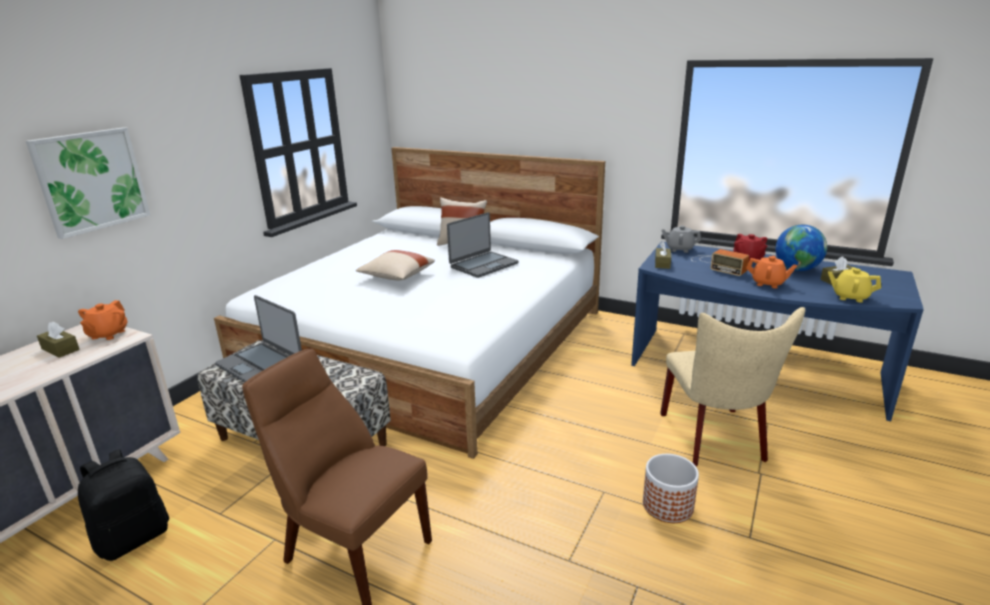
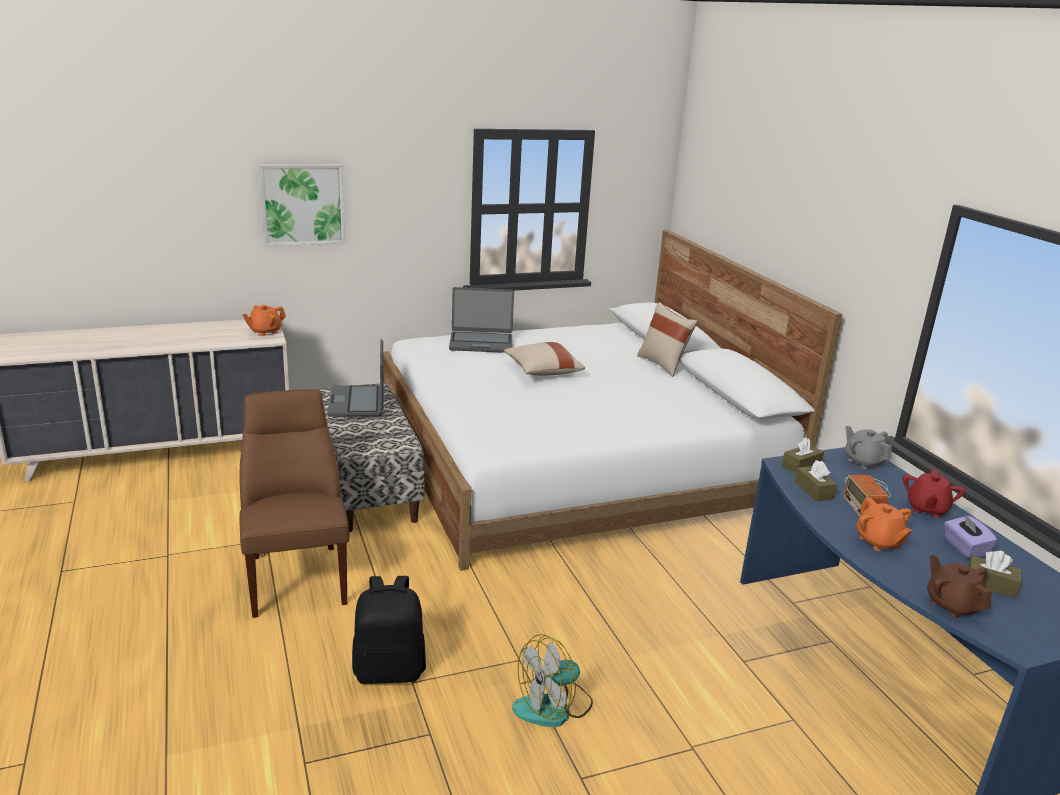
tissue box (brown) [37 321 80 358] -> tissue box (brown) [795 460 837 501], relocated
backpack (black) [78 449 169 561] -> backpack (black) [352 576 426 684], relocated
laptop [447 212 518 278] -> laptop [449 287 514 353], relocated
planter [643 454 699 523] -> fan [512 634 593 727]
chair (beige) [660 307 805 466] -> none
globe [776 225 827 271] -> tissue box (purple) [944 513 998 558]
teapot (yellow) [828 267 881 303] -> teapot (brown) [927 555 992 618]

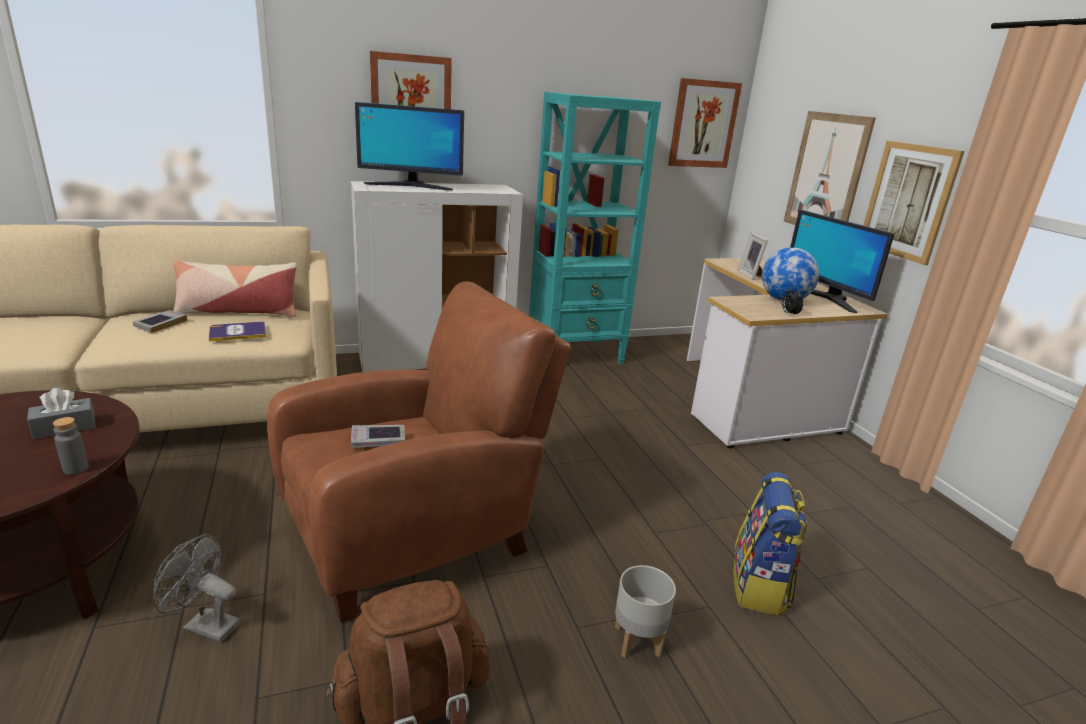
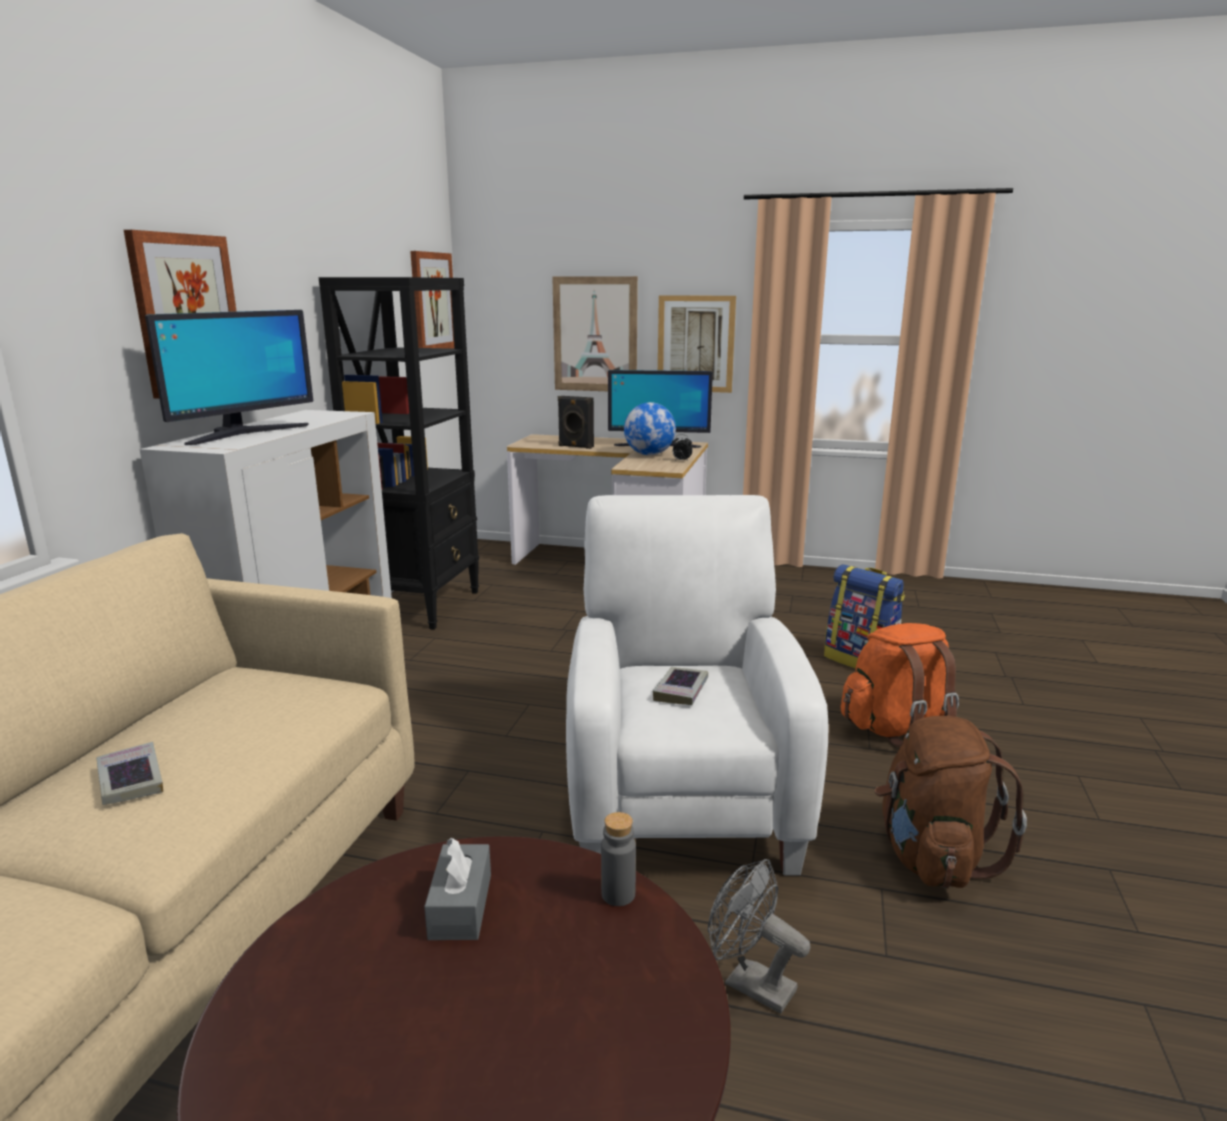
fan (grey) [153 534 241 643] -> fan (grey) [708 859 810 1014], 75 degrees clockwise
pillow [173 261 297 317] -> none
book [209 322 266 342] -> none
armchair (brown) [267 281 571 623] -> armchair (white) [566 495 828 876]
bookcase (turquoise) [529 92 661 364] -> bookcase (black) [319 277 479 630]
planter (grey) [615 565 676 658] -> backpack (orange) [841 623 959 747]
picture frame [738 233 768 280] -> speaker (black) [558 396 594 449]

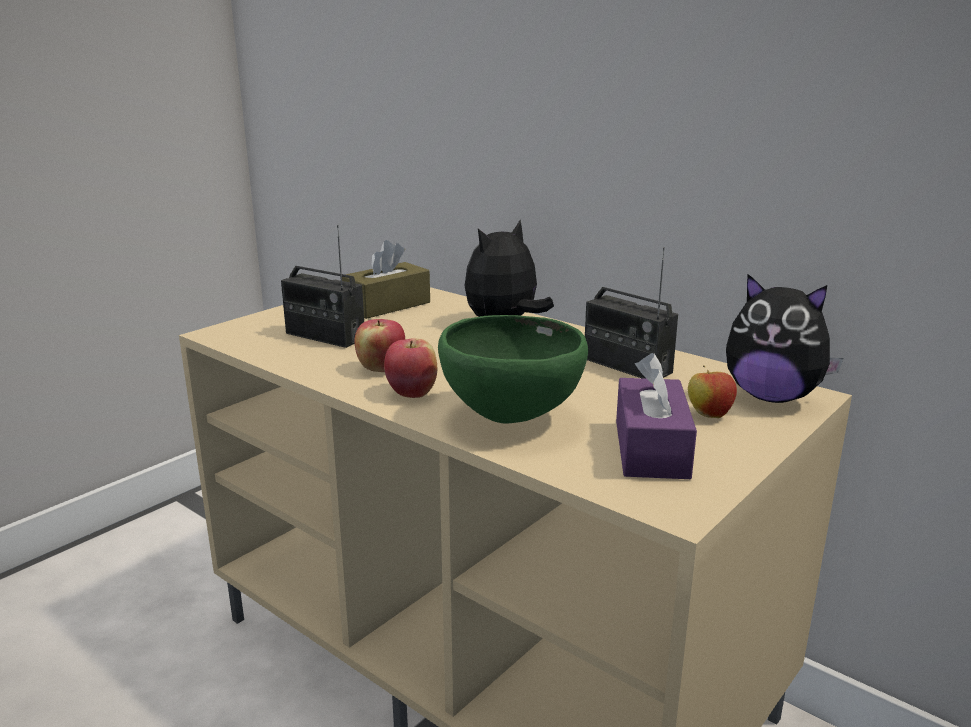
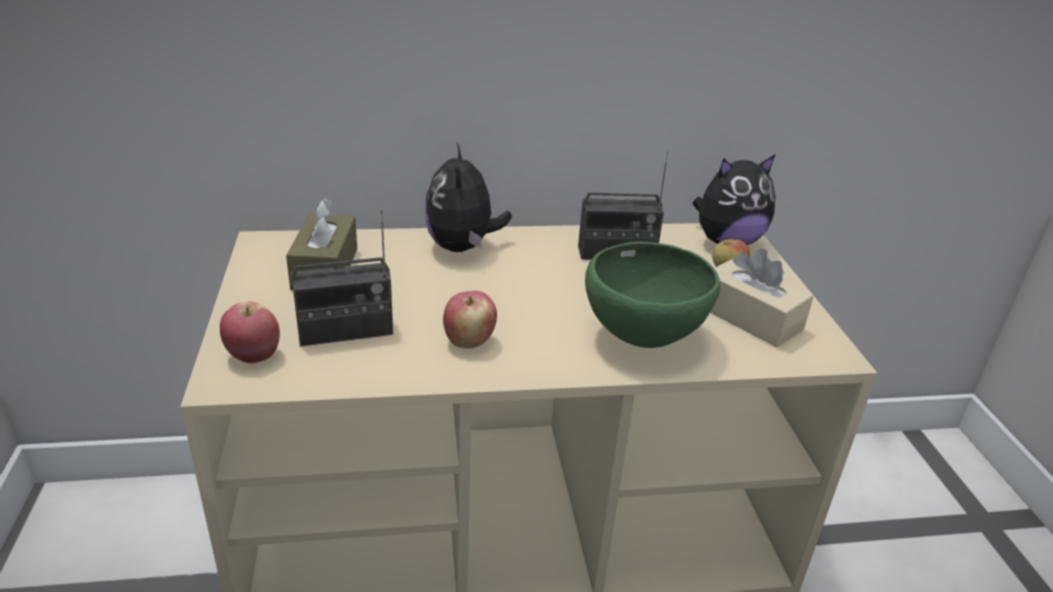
apple [384 338 437 398] -> apple [220 301 280 363], relocated
tissue box (purple) [616 353 697 479] -> tissue box (beige) [710 249 814 347]

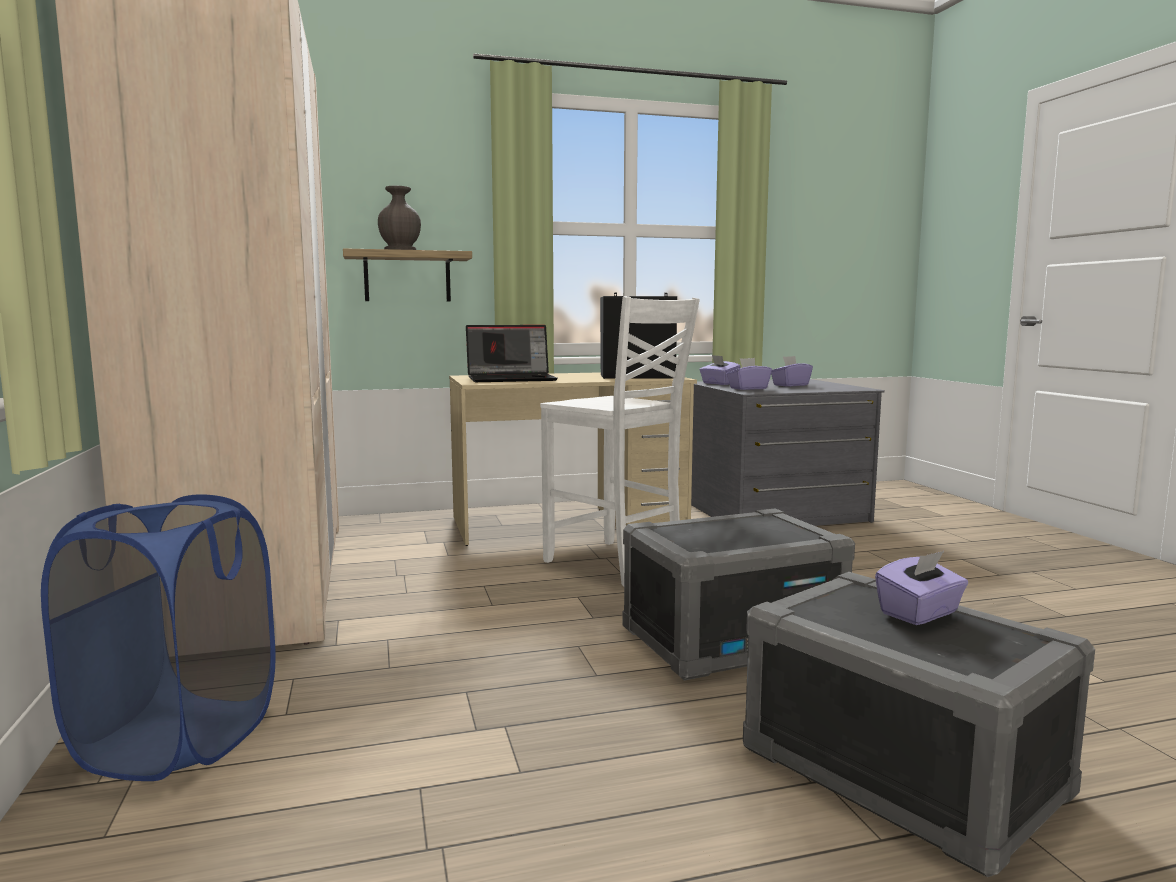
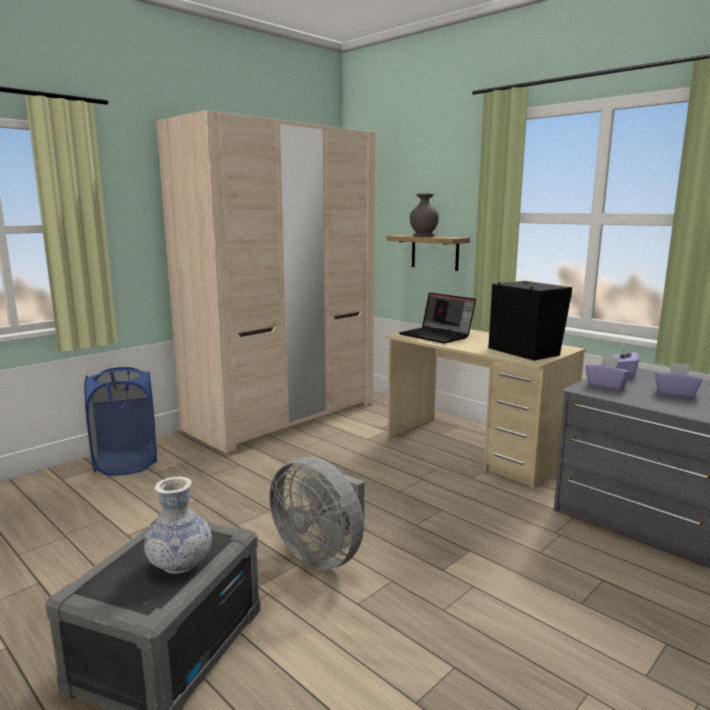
chair (white) [540 296 700 586] -> none
storage box (grey) [622 508 855 680] -> fan (grey) [269 457 364 570]
tissue box (purple) [875 551 968 625] -> vase [144 477 212 574]

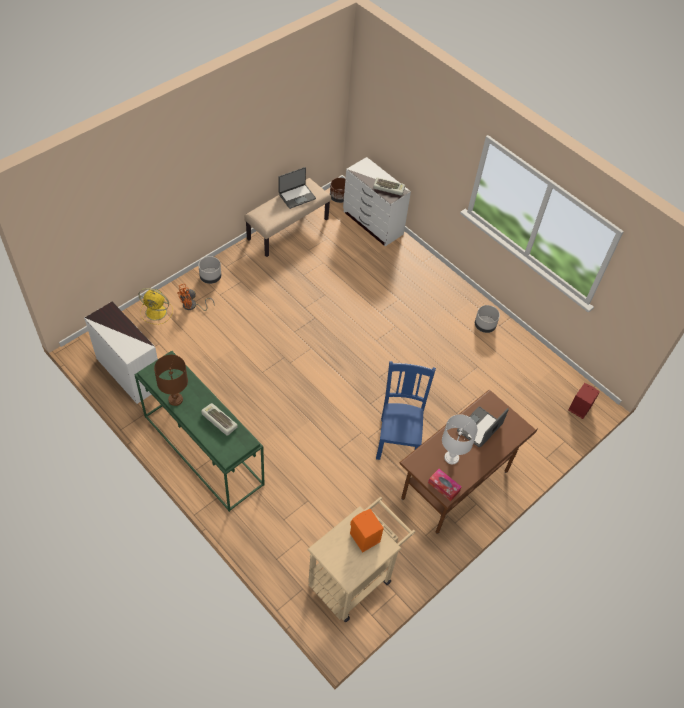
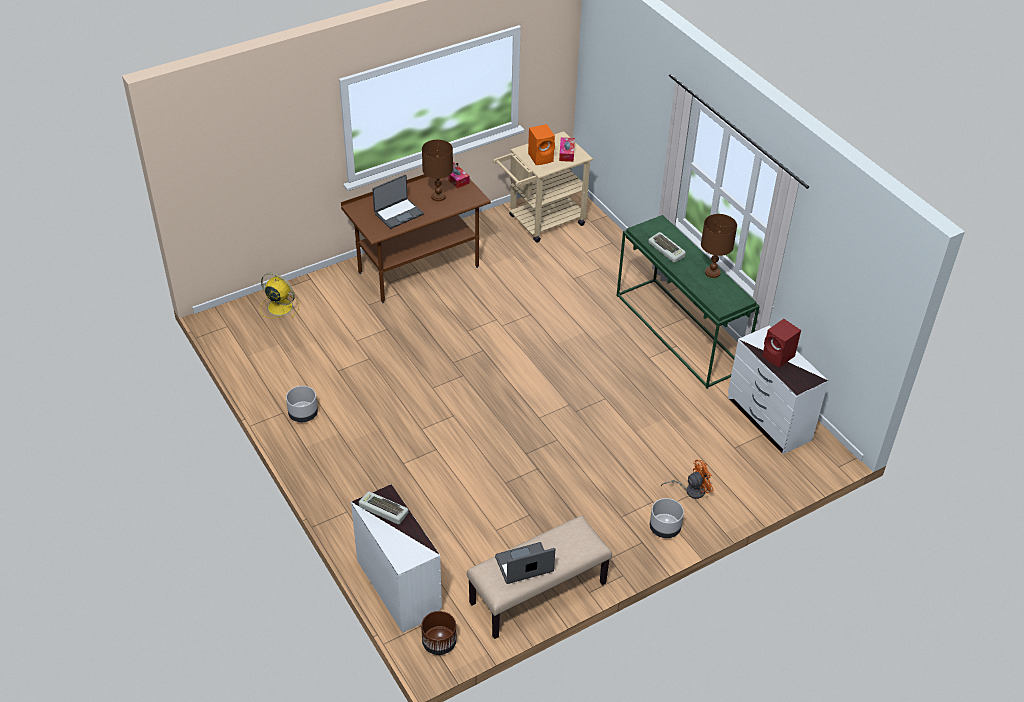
fan (yellow) [138 288 173 324] -> fan (yellow) [260 273 299 318], relocated
chair (blue) [376 361 436 460] -> none
table lamp (white) [442 415 478 464] -> table lamp (brown) [422 140 453 201]
speaker (red) [568 383 599 419] -> speaker (red) [762 319 801 368], relocated
none -> tissue box [559 137 575 162]

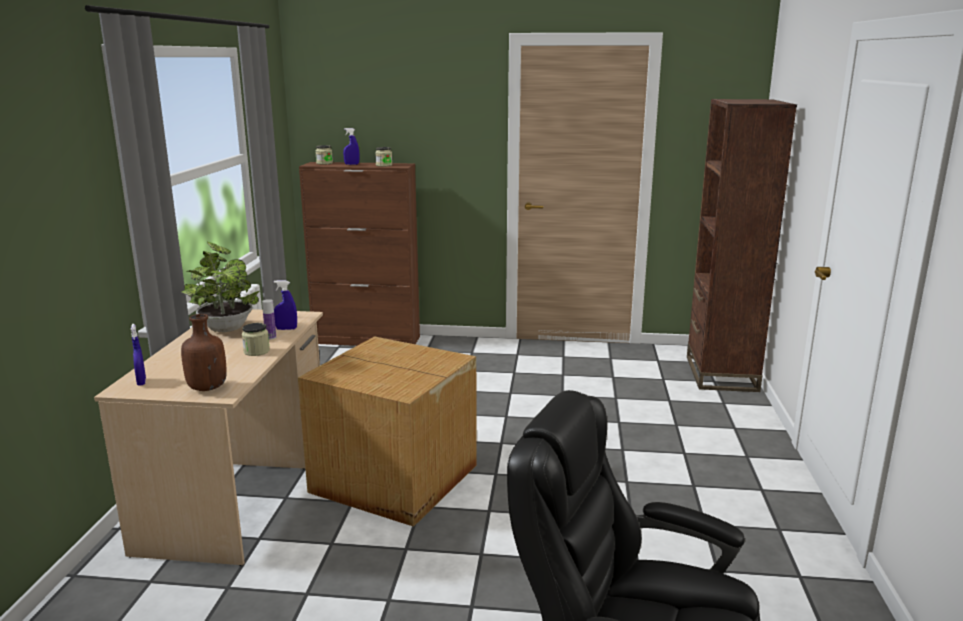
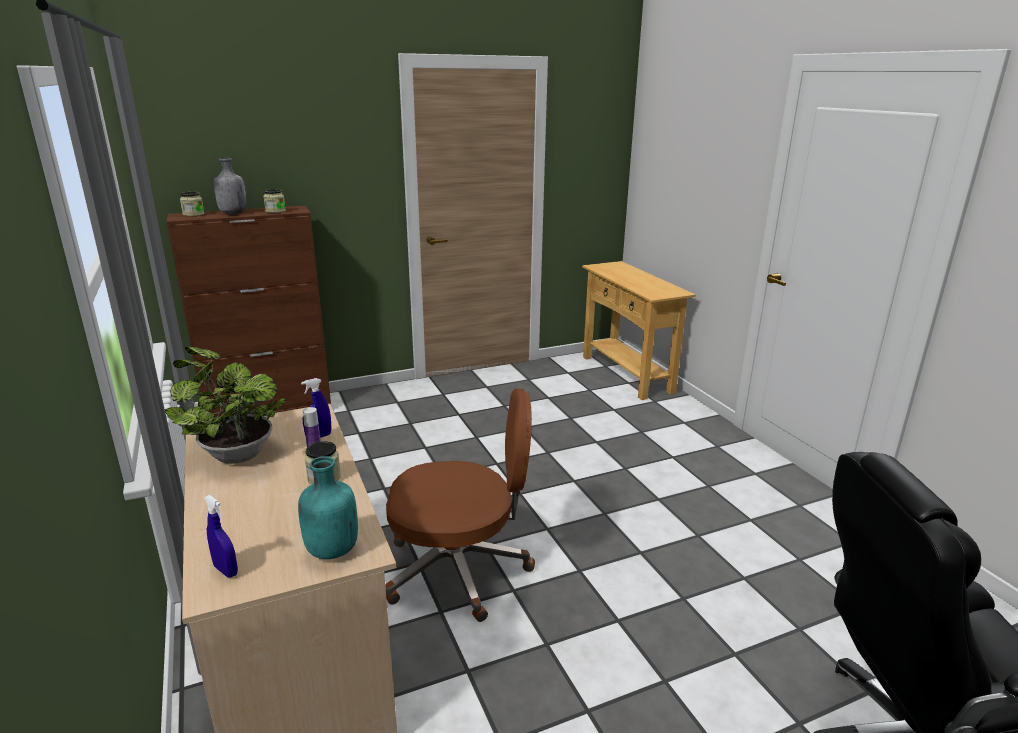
bottle (brown) [181 314 227 391] -> bottle (turquoise) [298 456 358 559]
cardboard box [298 336 477 527] -> office chair (brown) [385 388 535 622]
spray bottle (blue) [343 128 359 165] -> bottle (grey) [214 158 247 214]
bookcase (brown) [687 99 797 392] -> console table (beige) [582 261 696 400]

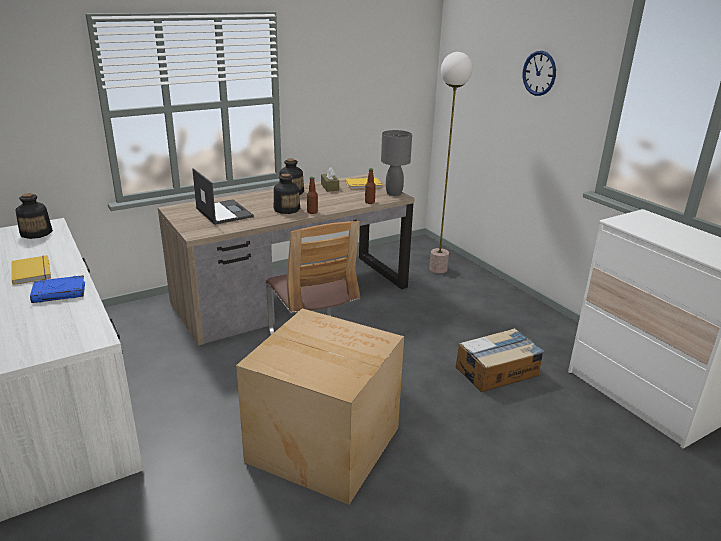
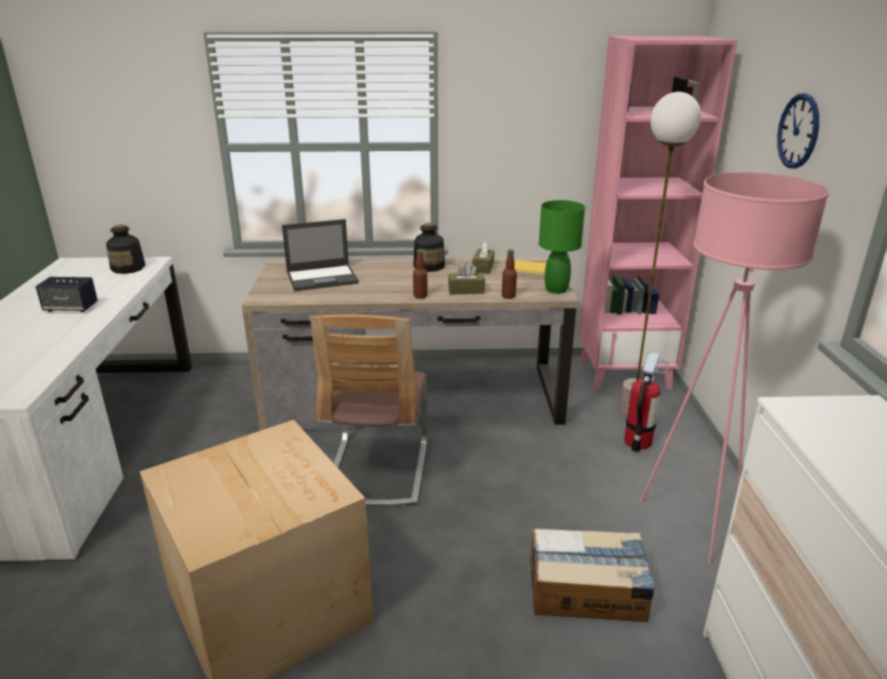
book (yellow) [12 255 51 285] -> speaker [35 277 98 312]
book (blue) [30 275 85 303] -> none
laptop [192 168 254 225] -> laptop [282 219 359 291], 75 degrees clockwise
bottle [274 173 300 214] -> none
table lamp (grey) [381 130 412 196] -> table lamp (green) [539 200 585 294]
none -> tissue box (brown) [448 263 485 294]
none -> bookcase (pink) [579 36 737 391]
none -> fire extinguisher [624 352 669 452]
none -> floor lamp (pink) [640 172 829 564]

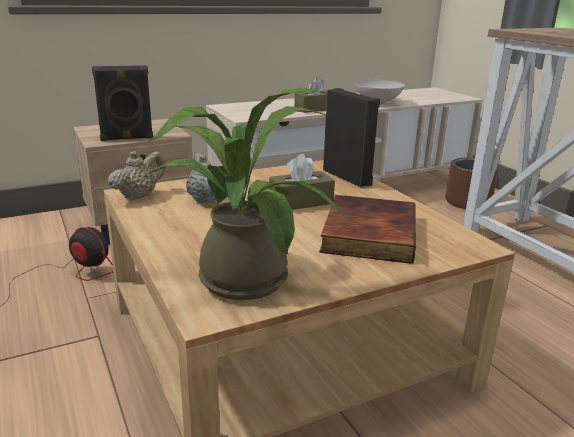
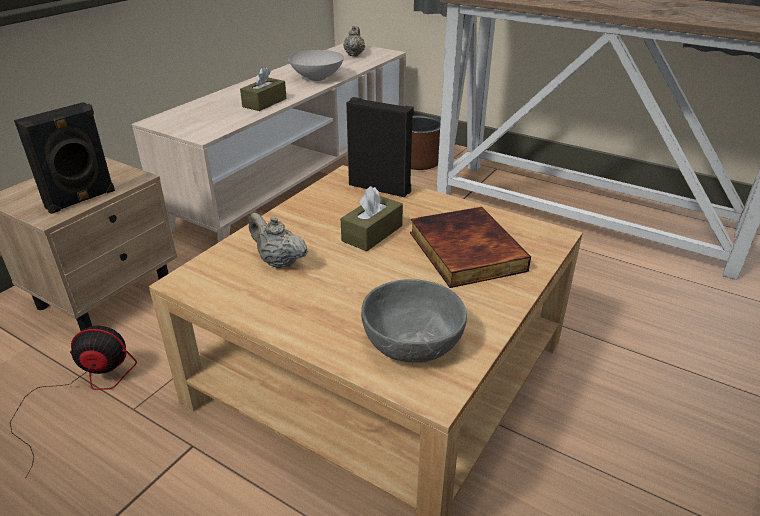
teapot (beige) [108 151 166 200] -> teapot (beige) [344 26 365 57], relocated
potted plant [138 88 352 300] -> bowl (grey) [361 279 467 363]

